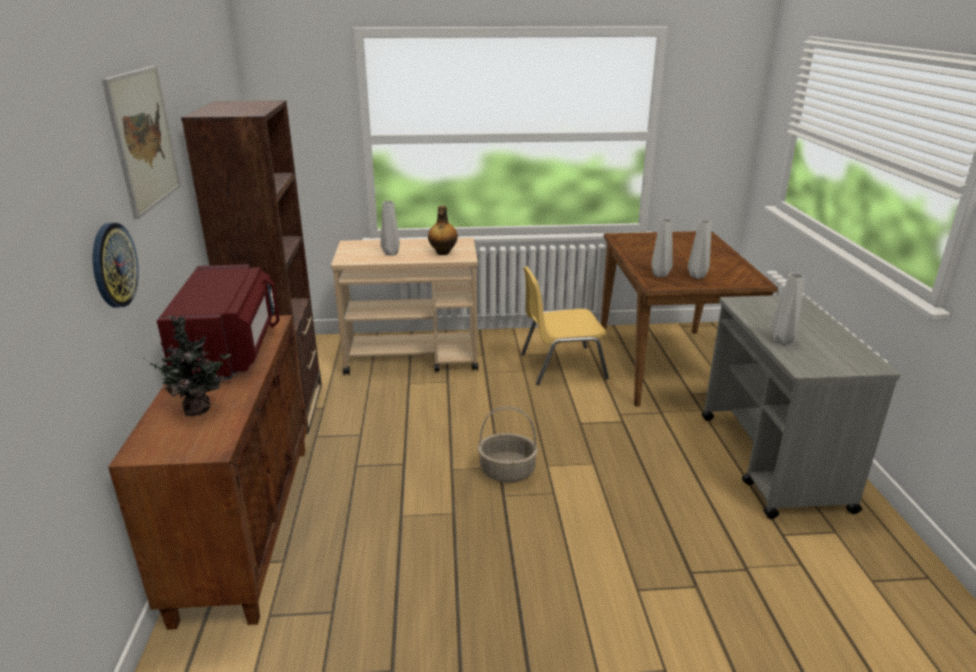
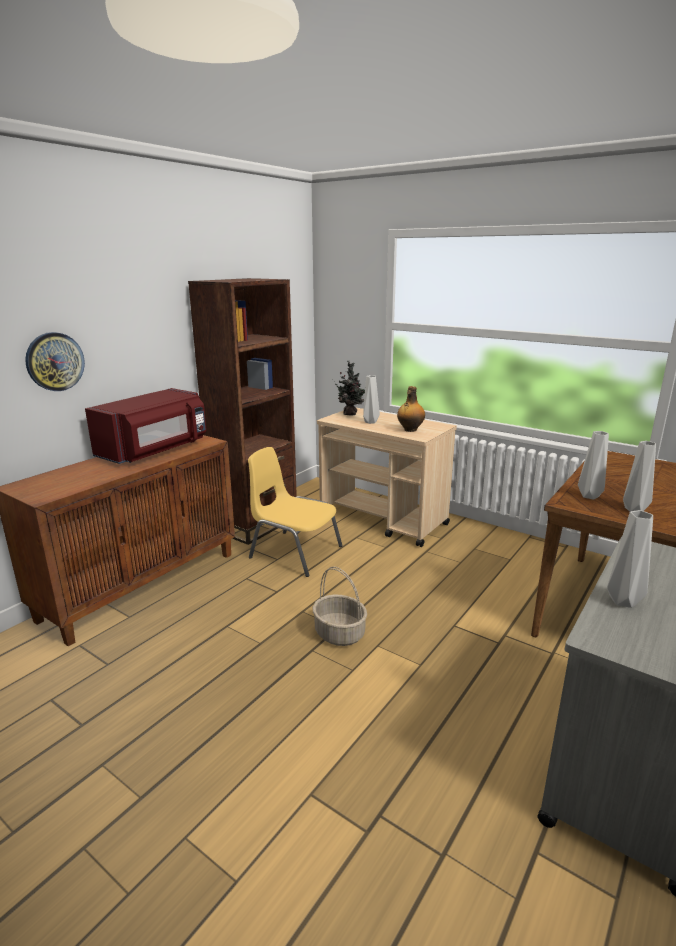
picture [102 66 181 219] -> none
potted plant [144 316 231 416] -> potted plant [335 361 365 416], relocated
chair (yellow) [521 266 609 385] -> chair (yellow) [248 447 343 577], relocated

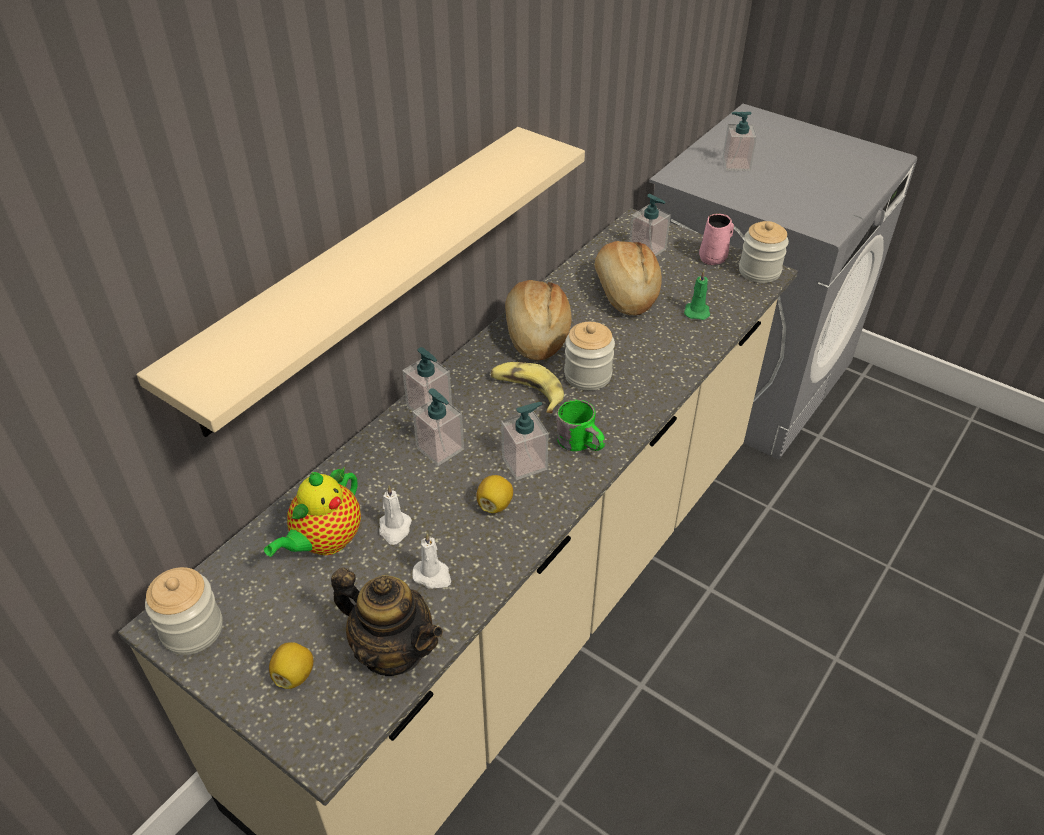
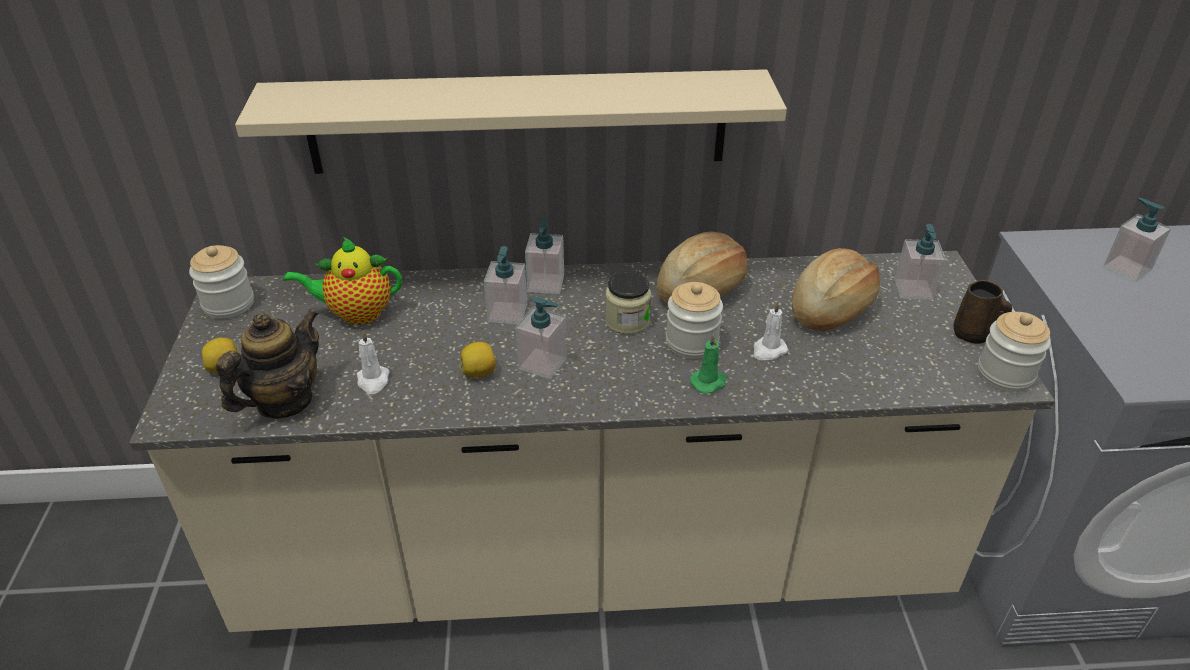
teapot [331 568 443 676] -> teapot [216 309 319 419], 135 degrees counterclockwise
candle (white) [379 485 412 545] -> candle (white) [753 301 788 360], relocated
banana [491 362 564 413] -> jar [605 271 651 334]
mug (green) [557 399 605 451] -> none
candle (green) [684 270 710 320] -> candle (green) [690 333 727 393], relocated
mug (pink) [699 214 734 265] -> mug (brown) [954 280 1012 344]

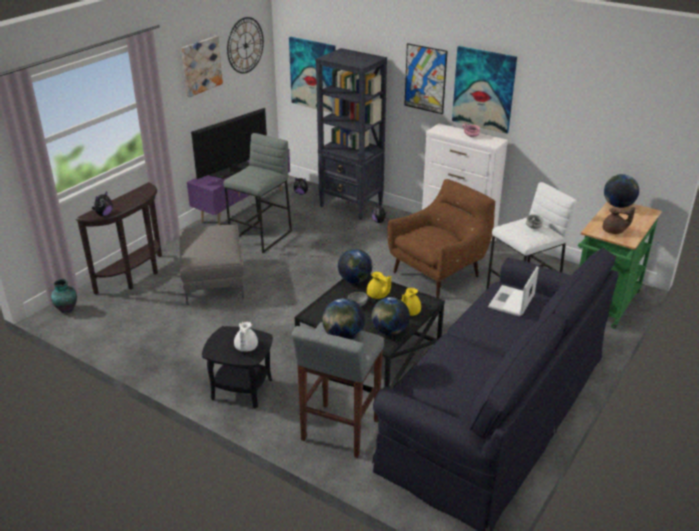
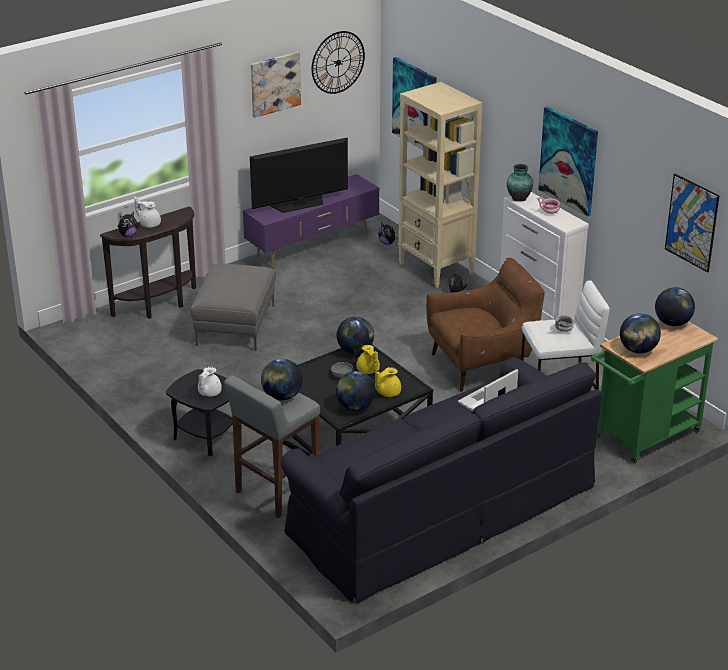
vase [51 279 77 313] -> vase [507 164 533 202], relocated
stool (grey) [224 133 292 253] -> none
bookcase (black) [316 48 387 220] -> bookcase (beige) [398 82 482 288]
picture [404 43 447 114] -> picture [665 174 720 272], relocated
teapot (brown) [603 207 635 234] -> globe [620 313 661 354]
none -> teapot (white) [134 196 161 228]

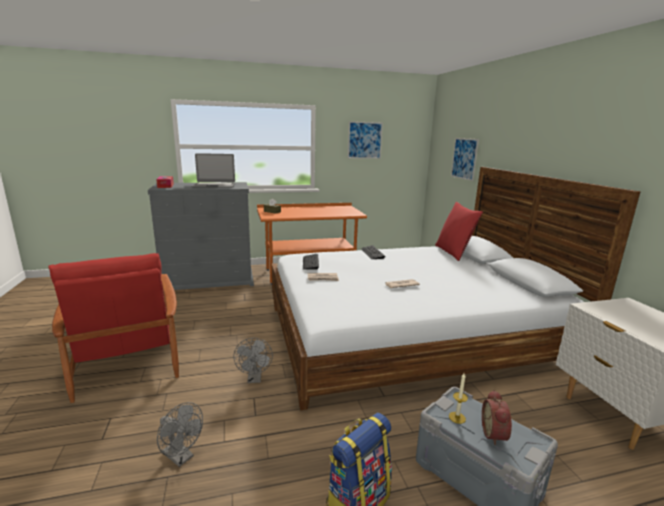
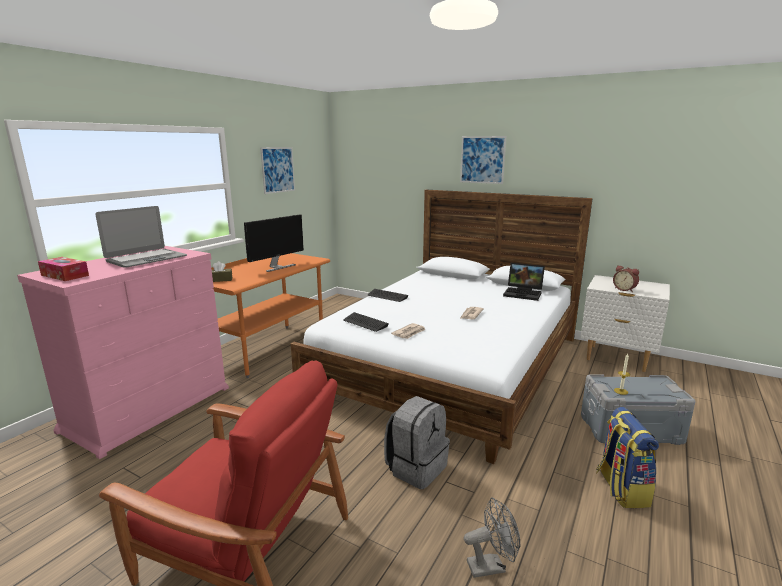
dresser (grey) [148 182 254 290] -> dresser (pink) [17 246 229 459]
fan (grey) [233 338 273 383] -> backpack (grey) [384 396 450 489]
pillow (red) [435 202 483 261] -> none
picture [451 138 479 181] -> picture [460 136 506 184], relocated
alarm clock [482 390 512 445] -> alarm clock [613 265 639 292], relocated
none -> monitor [244 215 304 272]
none -> laptop [503 263 545 301]

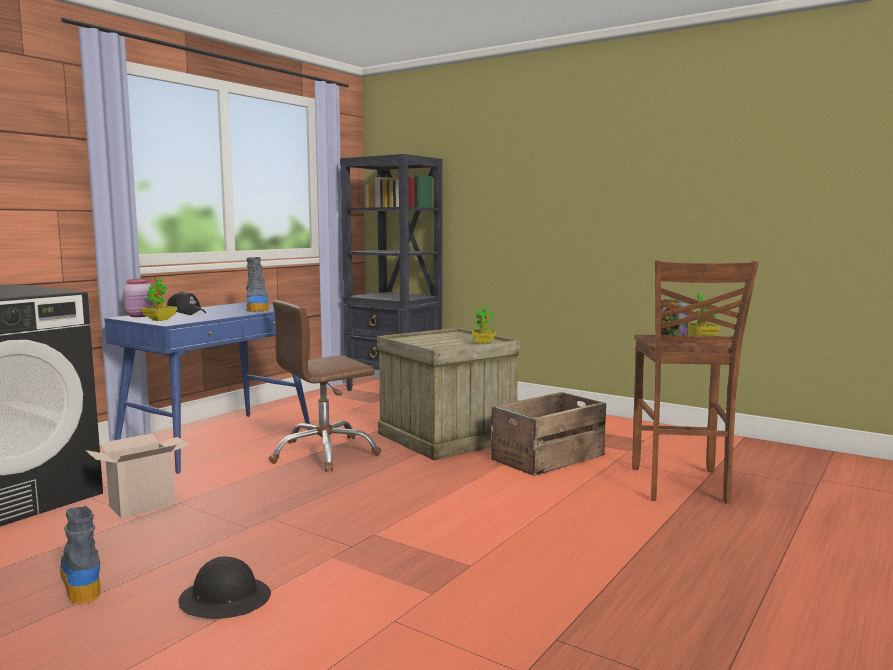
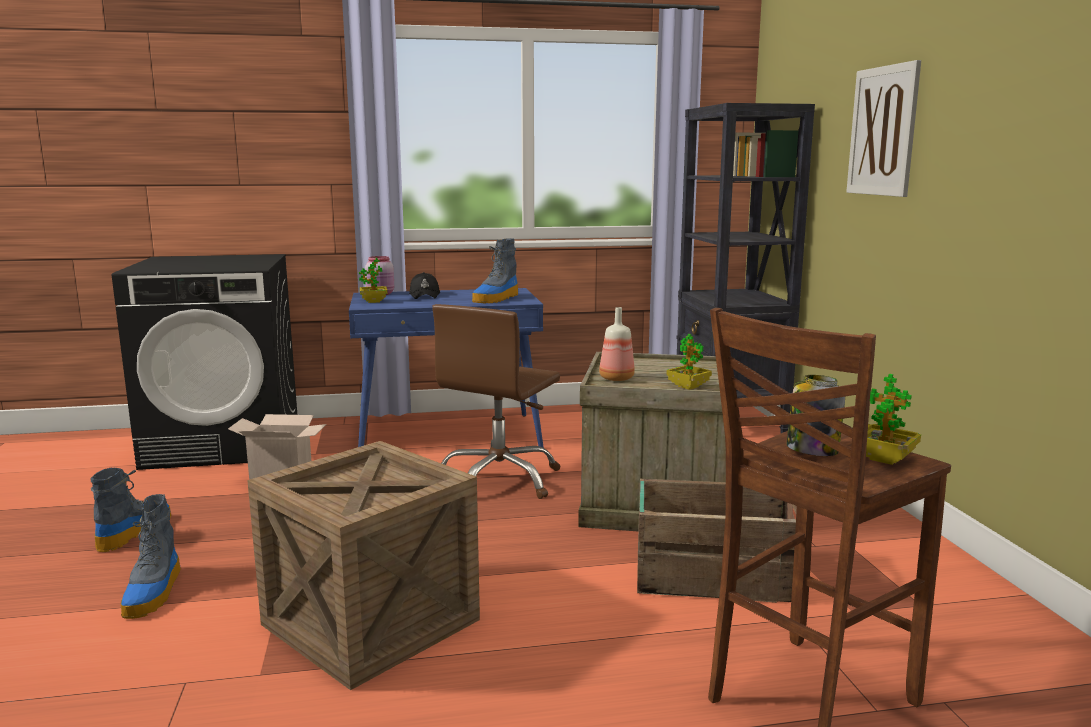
hard hat (black) [178 556 271 619] -> boot [121 494 181 619]
office chair (brown) [269 300 381 472] -> office chair (brown) [432 304 560 499], 75 degrees counterclockwise
none -> crate [247 441 480 690]
none -> bottle [599 307 635 381]
none -> picture [846 60 921 197]

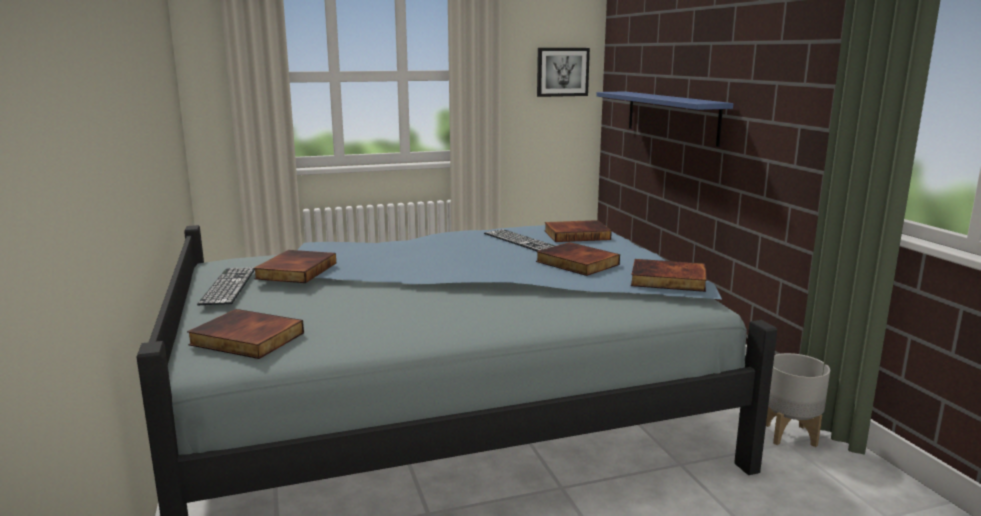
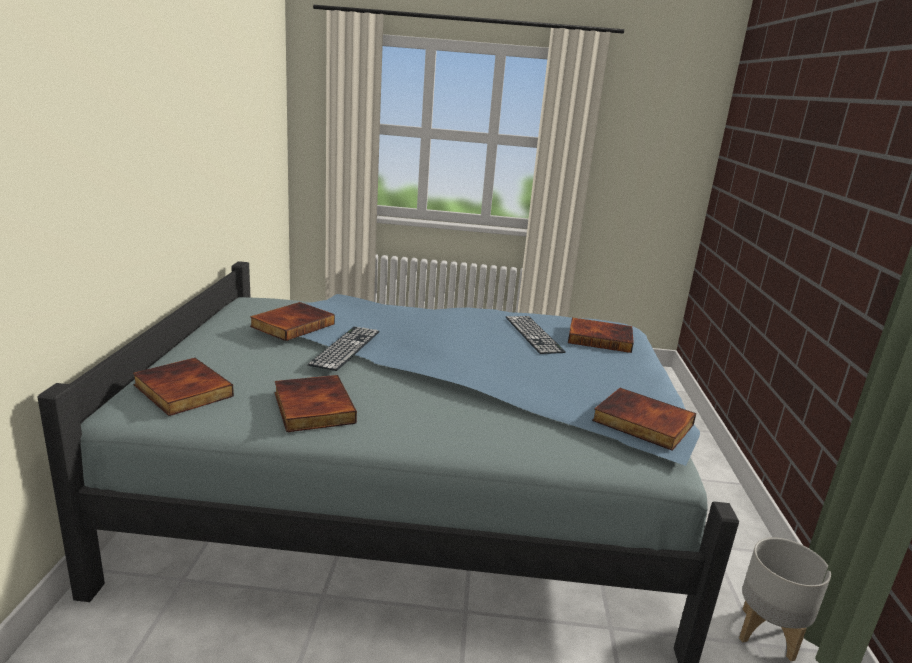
keyboard [197 267 255 305] -> keyboard [307 327 380 371], relocated
book [536 242 620 276] -> book [275 375 357 432], relocated
picture [537 48 590 97] -> none
shelf (blue) [596 91 733 147] -> none

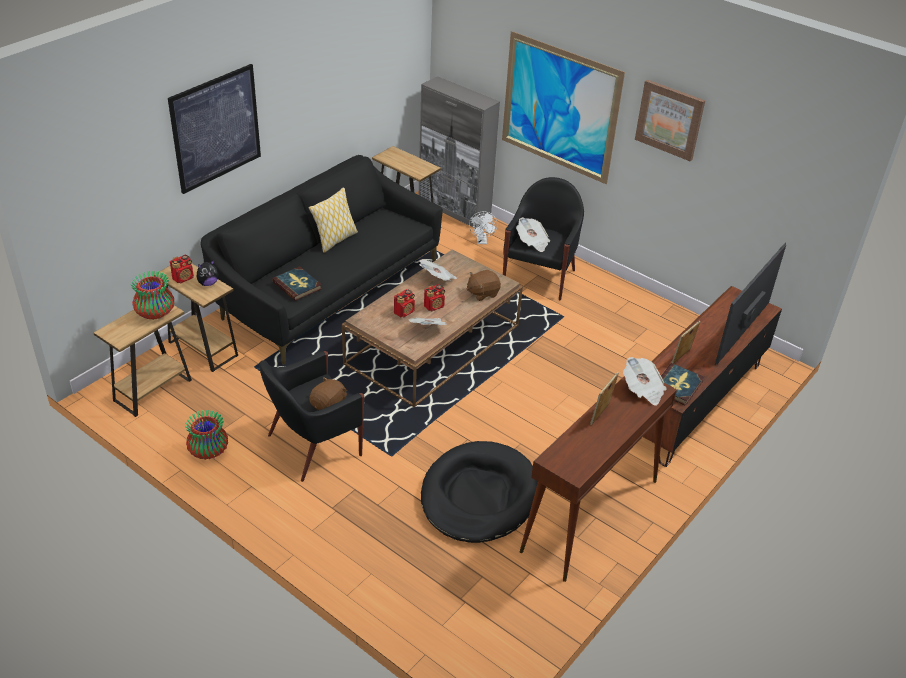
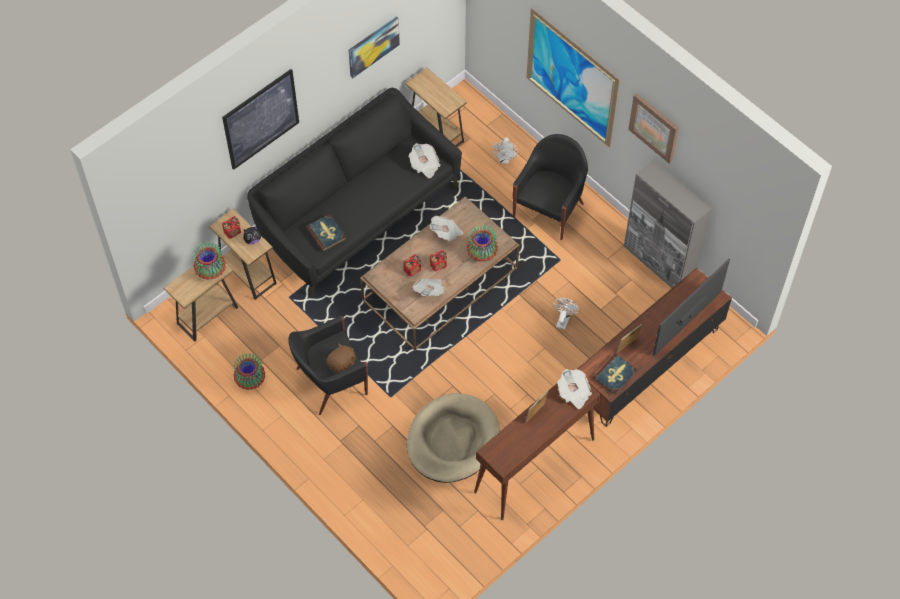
pillow [309 187 358 253] -> none
cabinet (grey) [419 76 500 228] -> cabinet (grey) [624 160 712 288], relocated
dog bed (black) [421 441 538 543] -> dog bed (beige) [407 393 499 483]
plush toy (brown) [467 270 501 301] -> vase [467 225 498 262]
newspaper [516 217 550 252] -> newspaper [409 143 441 178], relocated
none -> picture [348 16 400 78]
none -> fan (white) [553 298 580 330]

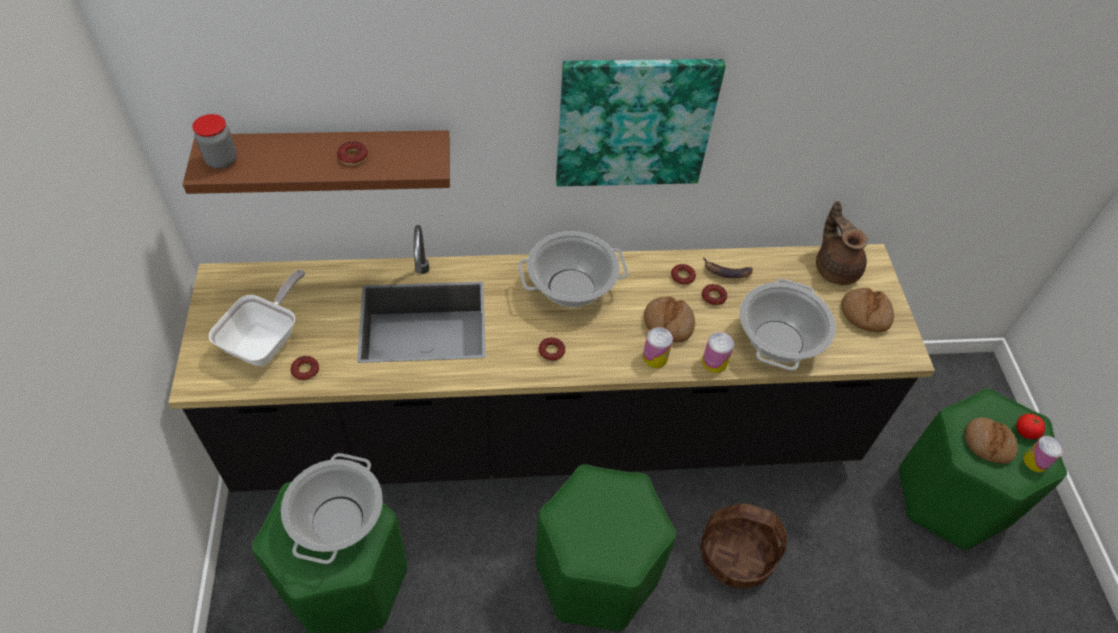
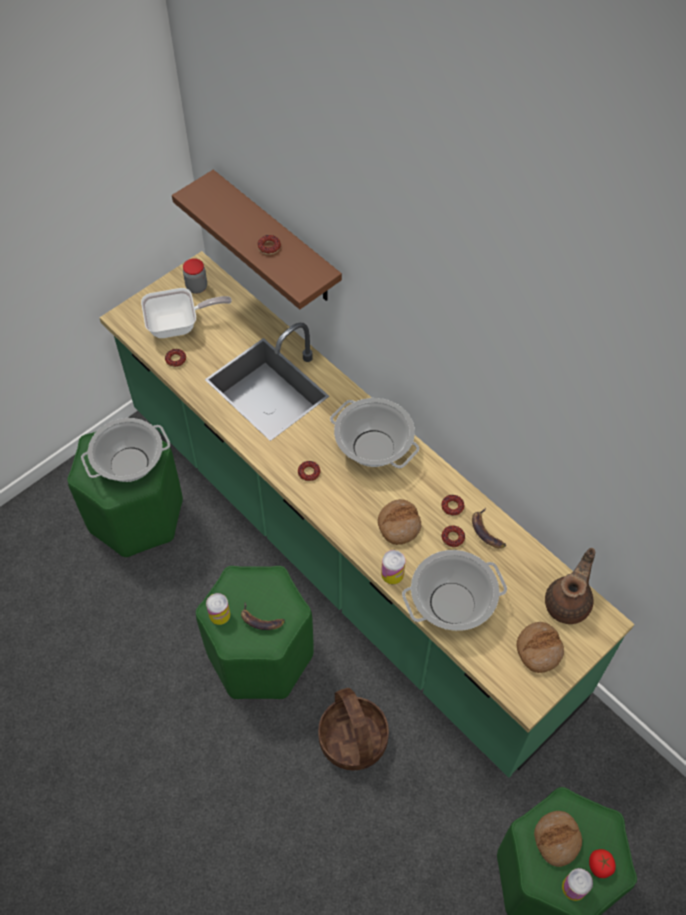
counter (black) [168 225 935 492] -> counter (green) [99 251 634 778]
jar [192 114 237 169] -> jar [183 258 207 294], relocated
picture [556 59 726 186] -> none
can [643 327 673 368] -> can [206 593 230 625], relocated
none -> banana [241 603 285 630]

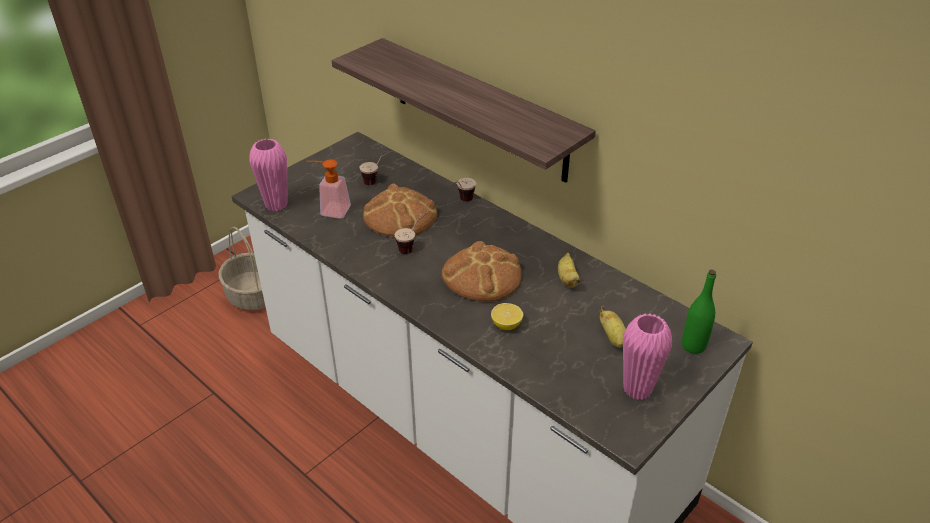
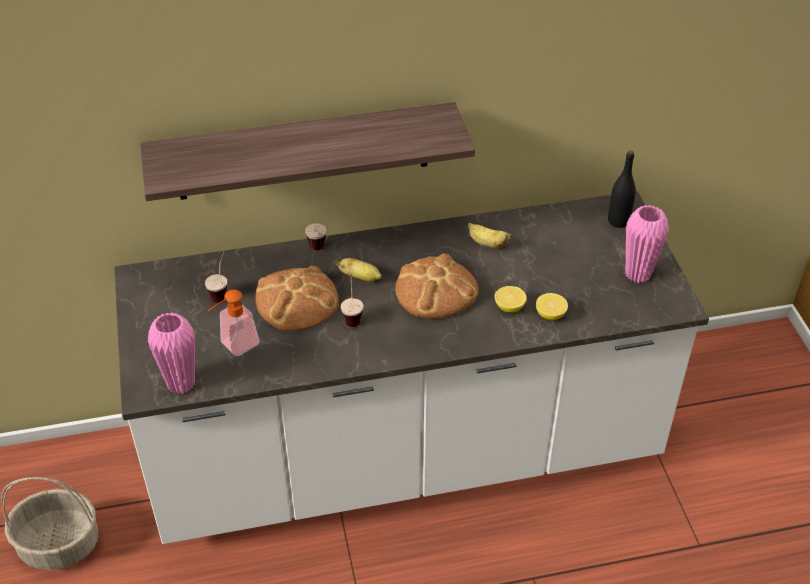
banana [599 306 626 348] -> banana [336 258 381 282], relocated
bottle (green) [682 270 716 354] -> bottle (black) [608 150 636 228]
none -> lemon [536 293 568 320]

